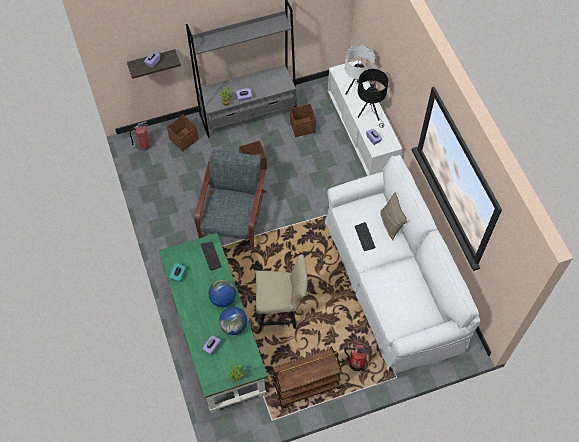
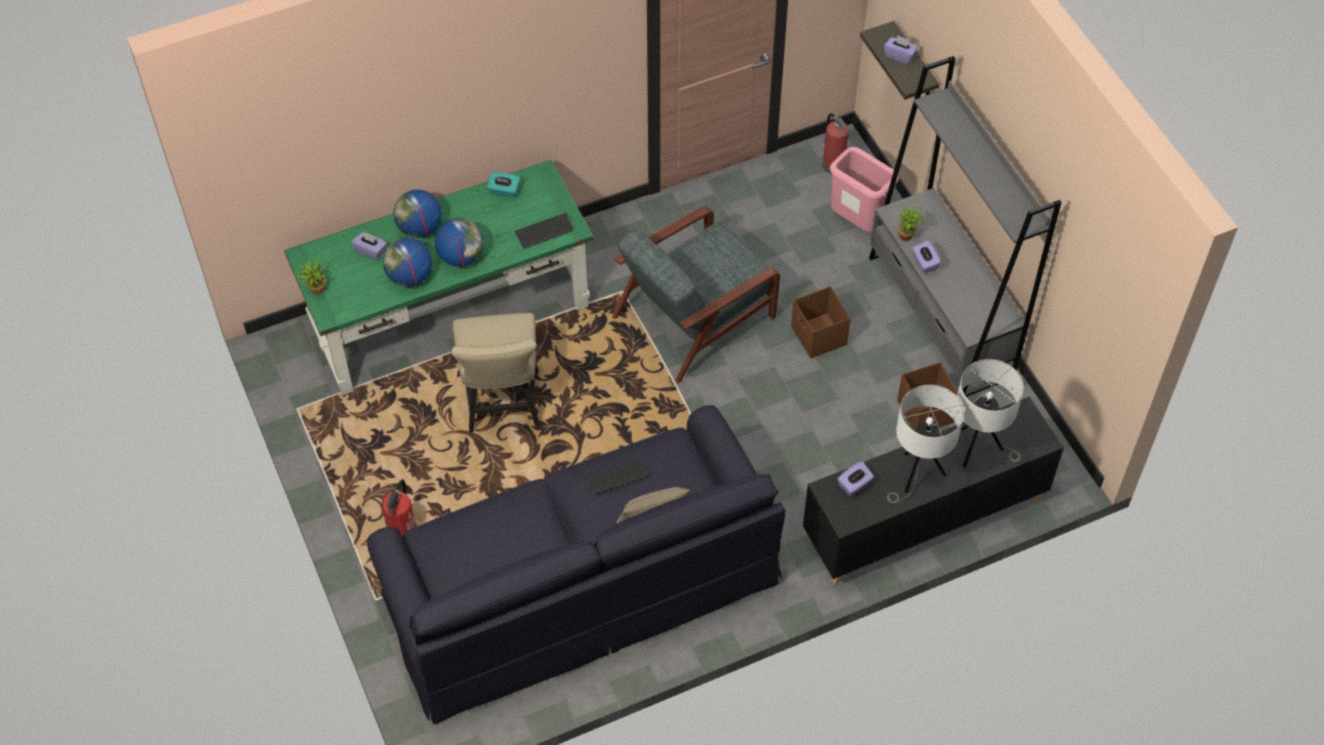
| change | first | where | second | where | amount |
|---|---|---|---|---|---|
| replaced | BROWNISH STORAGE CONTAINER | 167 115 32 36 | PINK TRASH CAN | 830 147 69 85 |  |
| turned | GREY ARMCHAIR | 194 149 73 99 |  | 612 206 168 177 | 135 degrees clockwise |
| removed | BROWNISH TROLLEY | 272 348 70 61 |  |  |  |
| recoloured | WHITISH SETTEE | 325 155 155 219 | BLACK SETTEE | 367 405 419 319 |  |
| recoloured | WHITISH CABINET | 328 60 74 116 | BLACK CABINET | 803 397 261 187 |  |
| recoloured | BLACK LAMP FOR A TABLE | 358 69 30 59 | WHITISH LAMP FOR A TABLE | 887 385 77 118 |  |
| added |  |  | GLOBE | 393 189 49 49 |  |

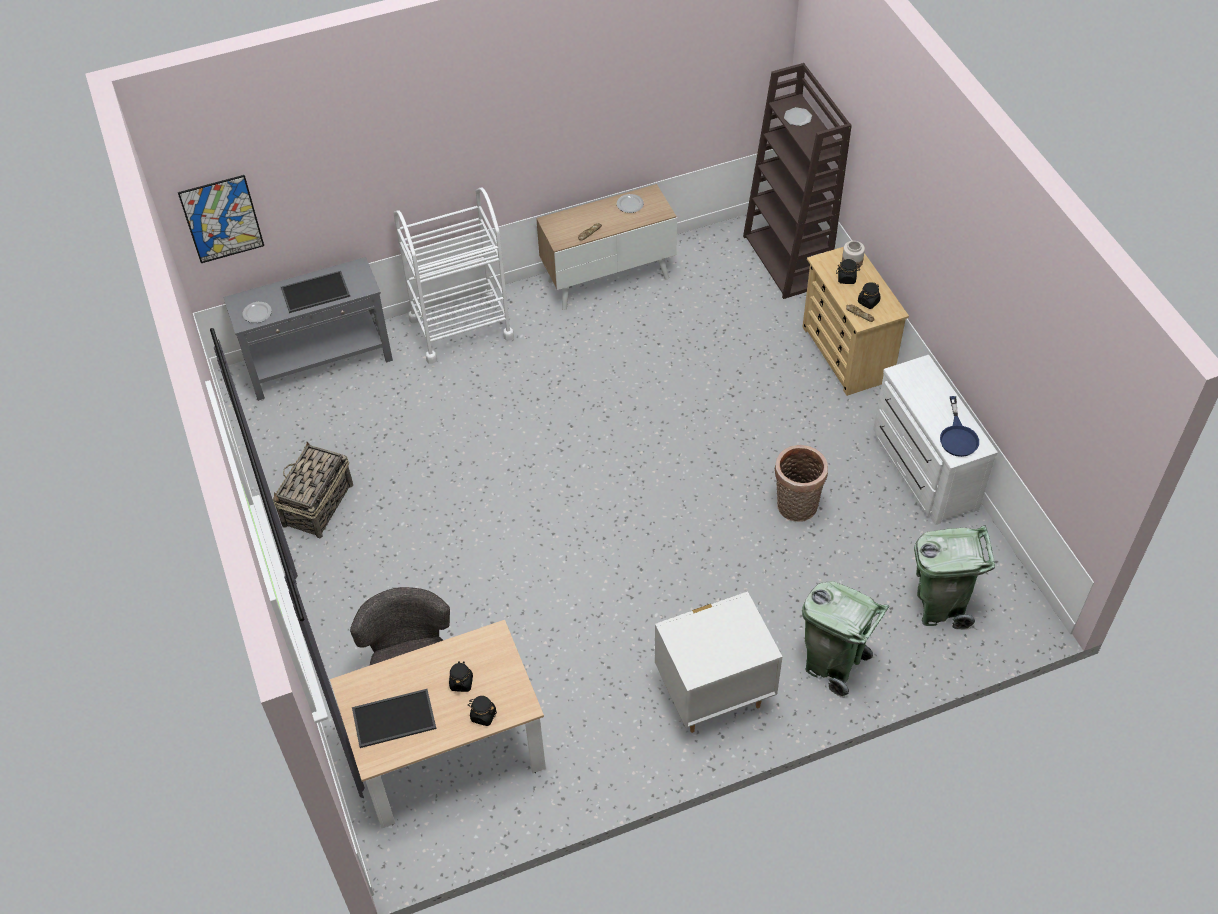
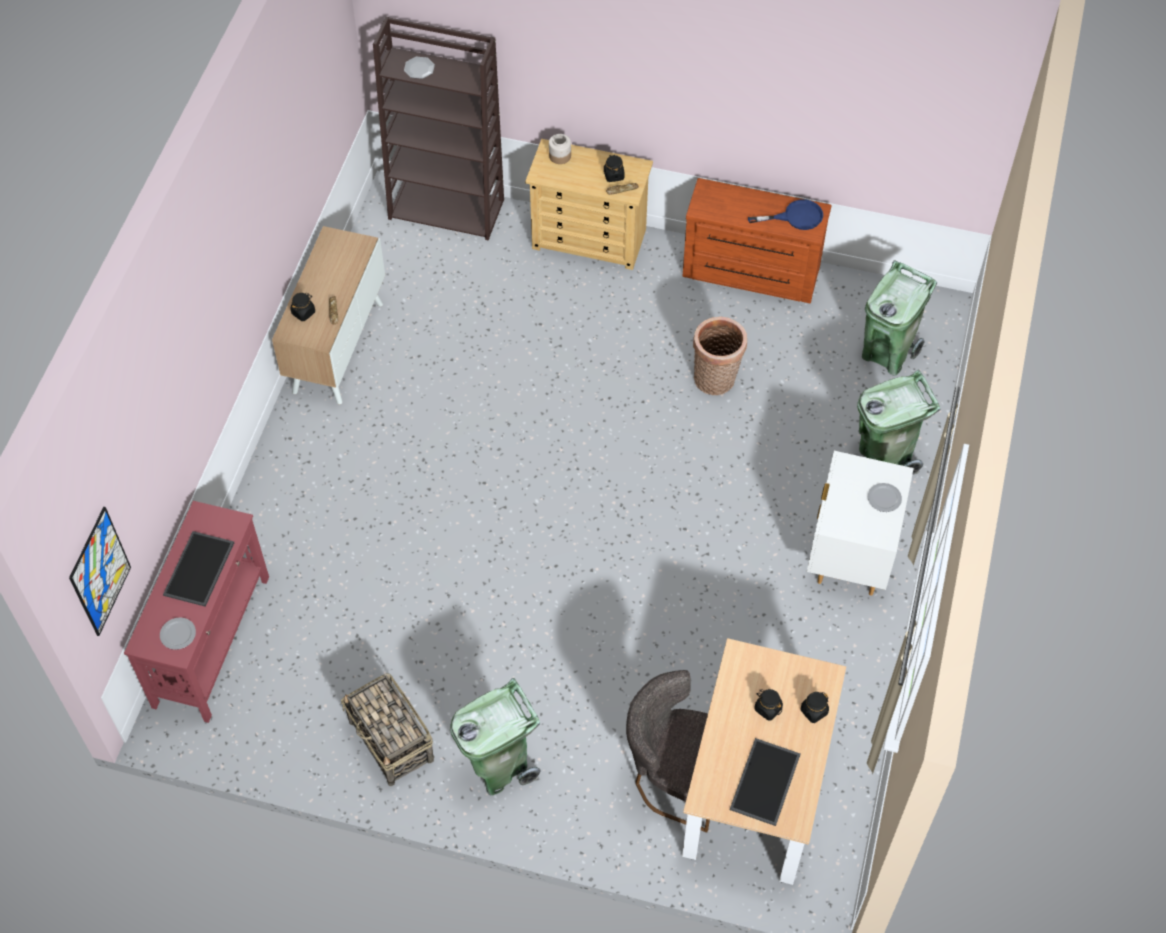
| change | first | where | second | where | amount |
|---|---|---|---|---|---|
| recoloured | GREY HALL TABLE | 223 257 170 144 | RED HALL TABLE | 124 501 145 222 |  |
| removed | WHITISH TROLLEY | 394 188 120 176 |  |  |  |
| moved | FLAT DISH | 617 194 27 19 |  | 868 483 34 29 |  |
| moved | BLACK JAR | 836 259 24 25 |  | 290 293 25 28 |  |
| recoloured | WHITISH CHEST OF DRAWERS | 873 355 125 170 | BROWNISH CHEST OF DRAWERS | 683 178 149 125 |  |
| turned | BLUE SKILLET | 940 396 39 61 |  | 748 199 75 31 | 45 degrees counterclockwise |
| added |  |  | GREENISH TRASH CAN | 450 678 91 118 |  |

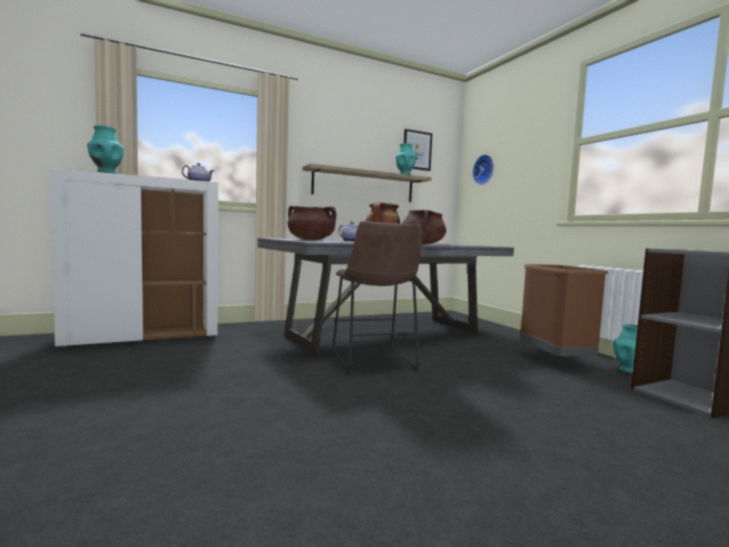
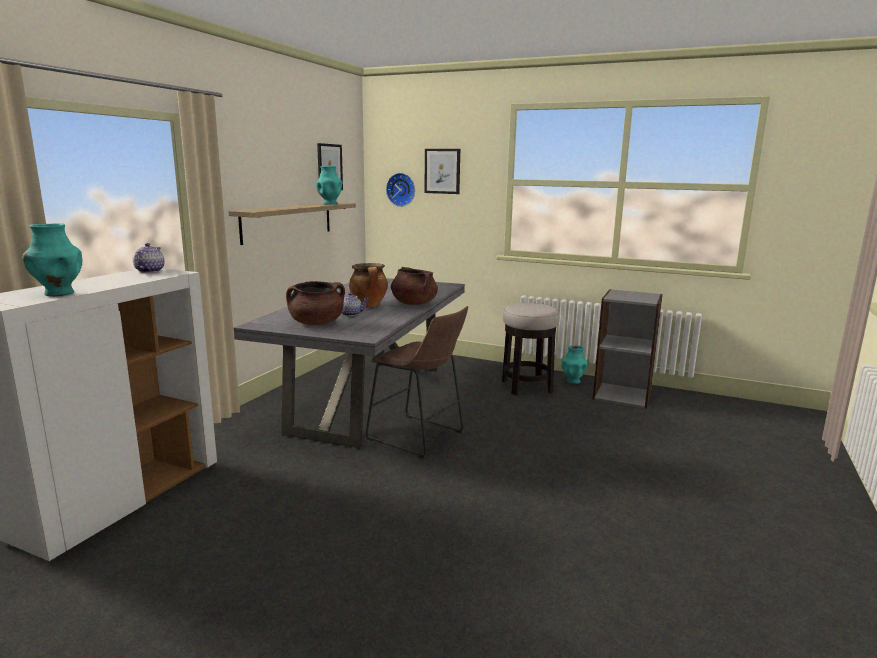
| change | first | where | second | where | amount |
|---|---|---|---|---|---|
| replaced | BROWNISH TRASH CAN | 520 264 88 93 | STOOL SEAT | 502 303 58 92 |  |
| added |  |  | PICTURE | 424 149 36 45 |  |

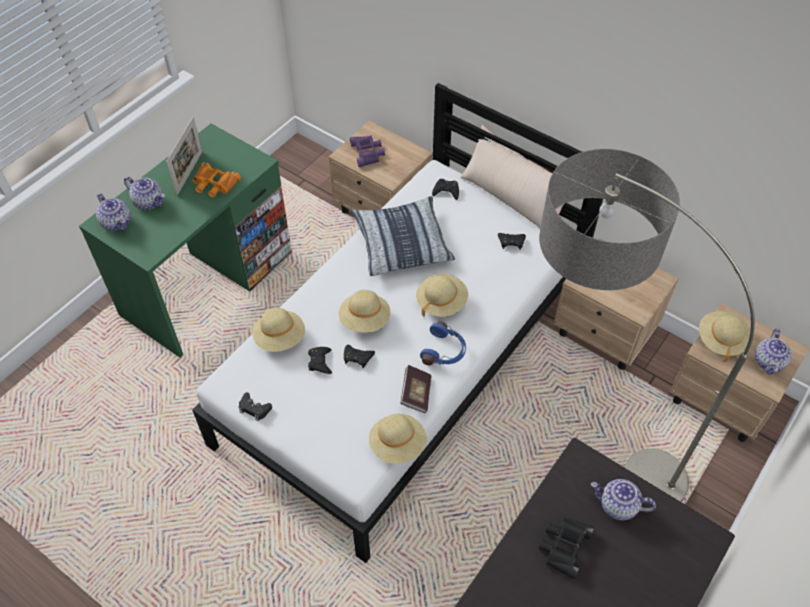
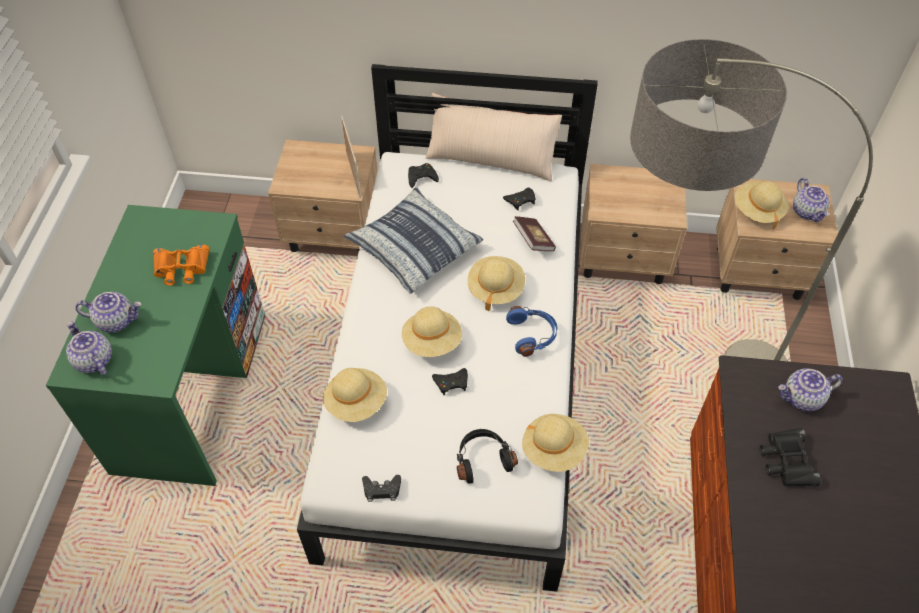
| change | first | where | second | where | amount |
|---|---|---|---|---|---|
| turned | POT FOR TEA | 96 193 35 38 |  | 66 321 46 54 | 150 degrees counterclockwise |
| moved | PHOTO FRAME | 166 117 36 78 |  | 341 116 20 82 |  |
| removed | BLACK JOYPAD | 308 347 24 27 |  |  |  |
| removed | PURPLISH PAIR OF BINOCULARS | 350 135 35 32 |  |  |  |
| moved | BOUND BOOK | 400 365 32 48 |  | 513 216 43 35 |  |
| added |  |  | BLACK HEADPHONES | 457 429 61 55 |  |

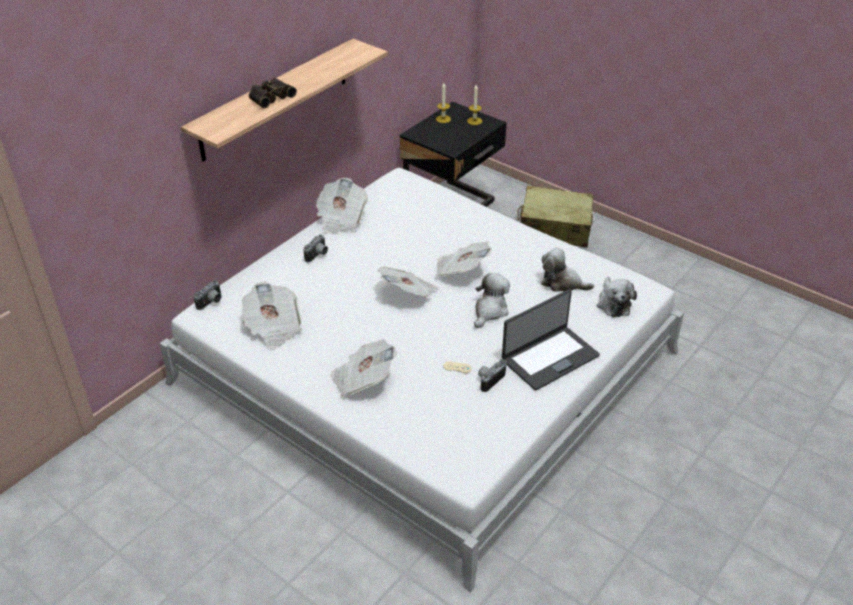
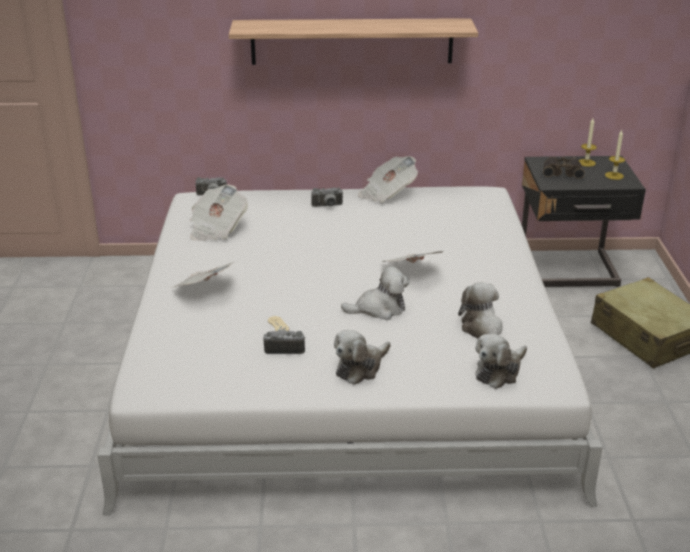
| change | first | where | second | where | amount |
|---|---|---|---|---|---|
| moved | PAIR OF BINOCULARS | 249 78 48 30 |  | 543 156 42 23 |  |
| removed | PRINTED PAPER | 377 266 61 31 |  |  |  |
| replaced | NOTEBOOK COMPUTER | 502 289 98 102 | CUDDLY TOY | 334 330 57 55 |  |

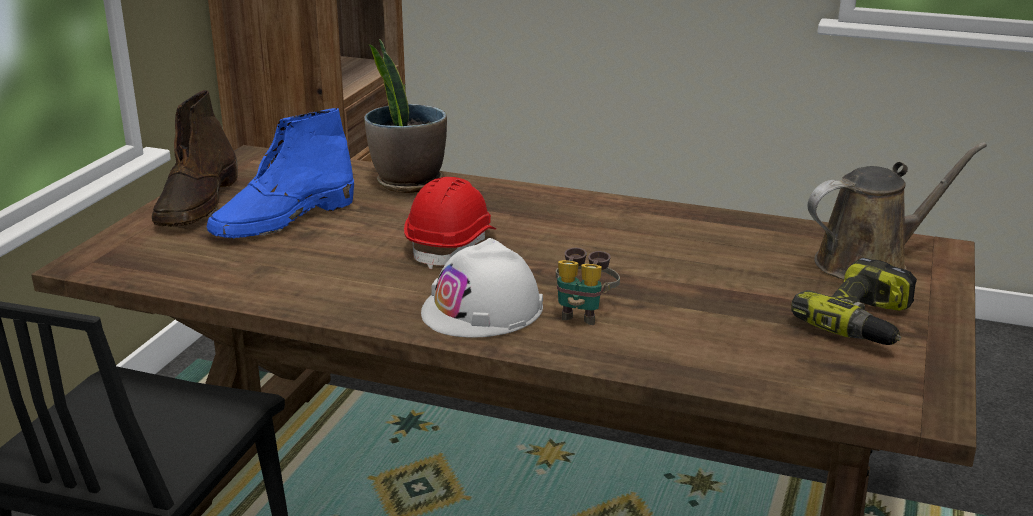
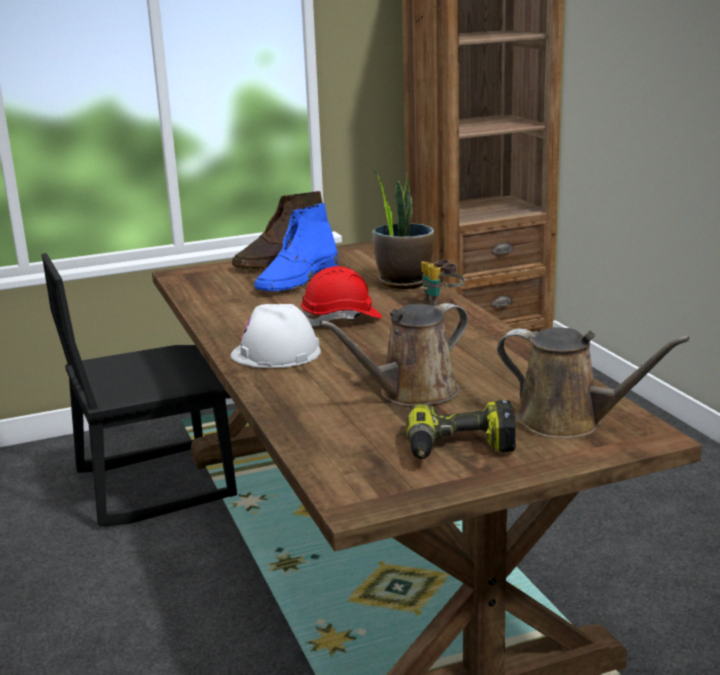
| change | first | where | second | where | amount |
|---|---|---|---|---|---|
| turned | BLUE BOOT | 206 108 148 130 |  | 254 203 84 89 | 60 degrees counterclockwise |
| moved | PAIR OF BINOCULARS | 556 248 64 77 |  | 420 260 45 46 |  |
| added |  |  | BROWNISH WATERING POT | 319 303 149 103 |  |

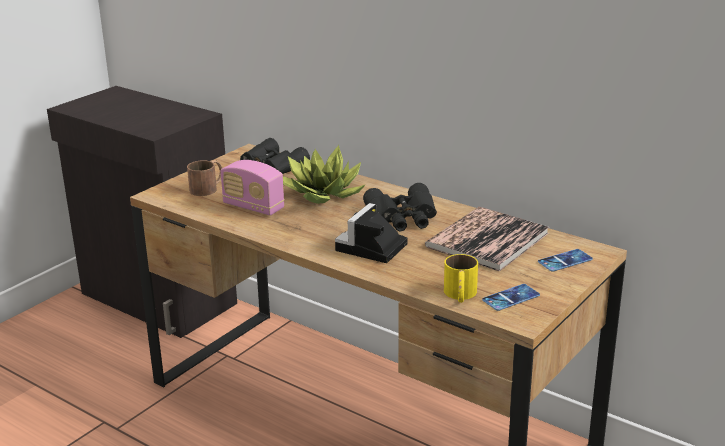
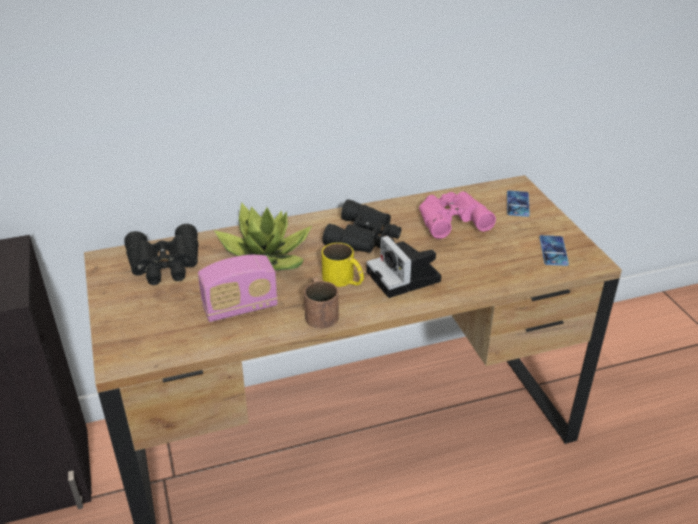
| change | first | where | second | where | amount |
|---|---|---|---|---|---|
| moved | BROWNISH COFFEE MUG | 187 160 35 36 |  | 304 277 35 52 |  |
| replaced | BOUND BOOK | 425 207 124 64 | PINK PAIR OF BINOCULARS | 419 191 77 48 |  |
| moved | YELLOW COFFEE MUG | 444 254 34 49 |  | 322 243 42 44 |  |

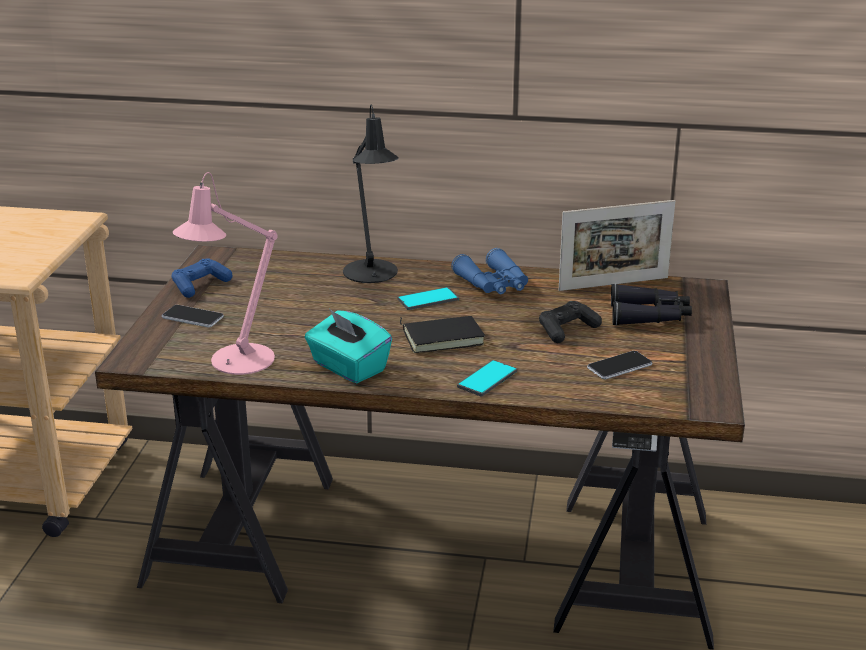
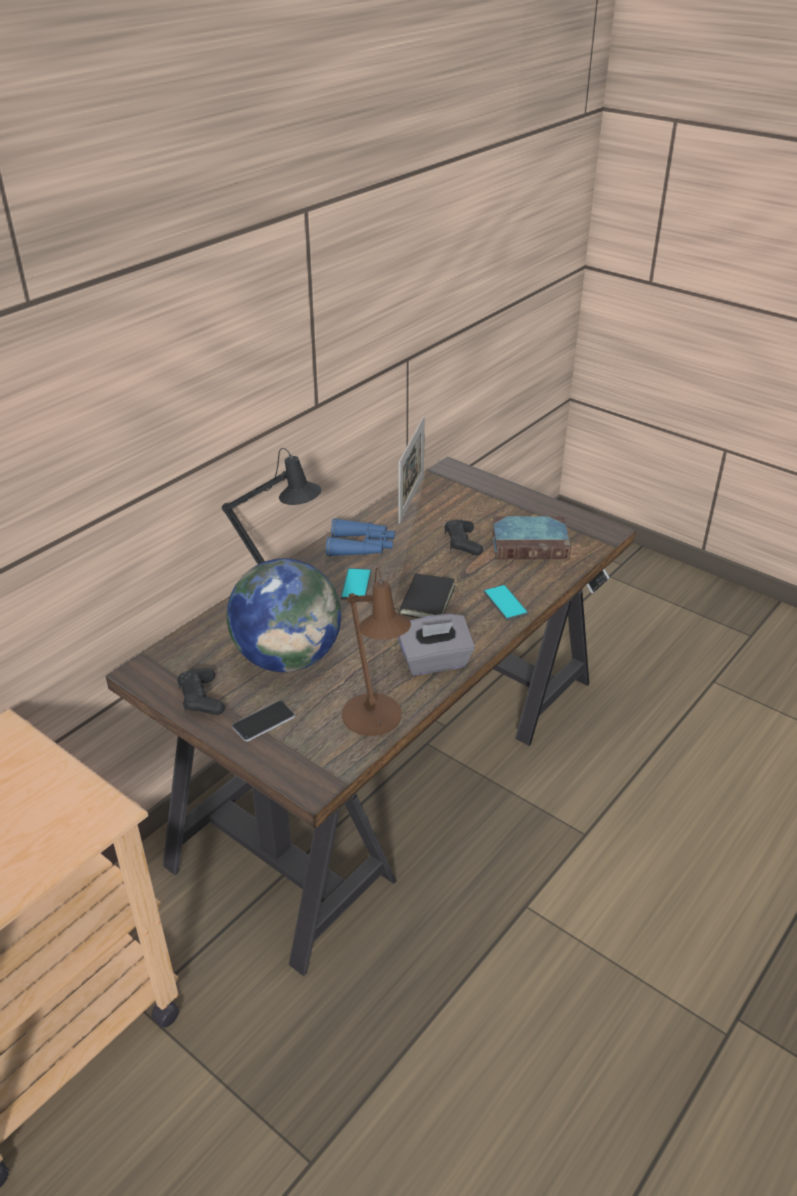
| change | first | where | second | where | amount |
|---|---|---|---|---|---|
| recoloured | BLUE JOYPAD | 172 259 61 39 | BLACK JOYPAD | 177 668 48 47 |  |
| recoloured | PINK LAMP FOR A TABLE | 173 172 105 203 | BROWNISH LAMP FOR A TABLE | 342 568 69 168 |  |
| recoloured | TURQUOISE BOX OF TISSUES | 305 309 87 74 | GREY BOX OF TISSUES | 398 614 77 61 |  |
| replaced | HANDSET | 587 351 65 28 | BOUND BOOK | 492 516 79 43 |  |
| removed | BLACK PAIR OF BINOCULARS | 611 284 81 42 |  |  |  |
| added |  |  | GLOBE | 227 558 114 114 |  |

